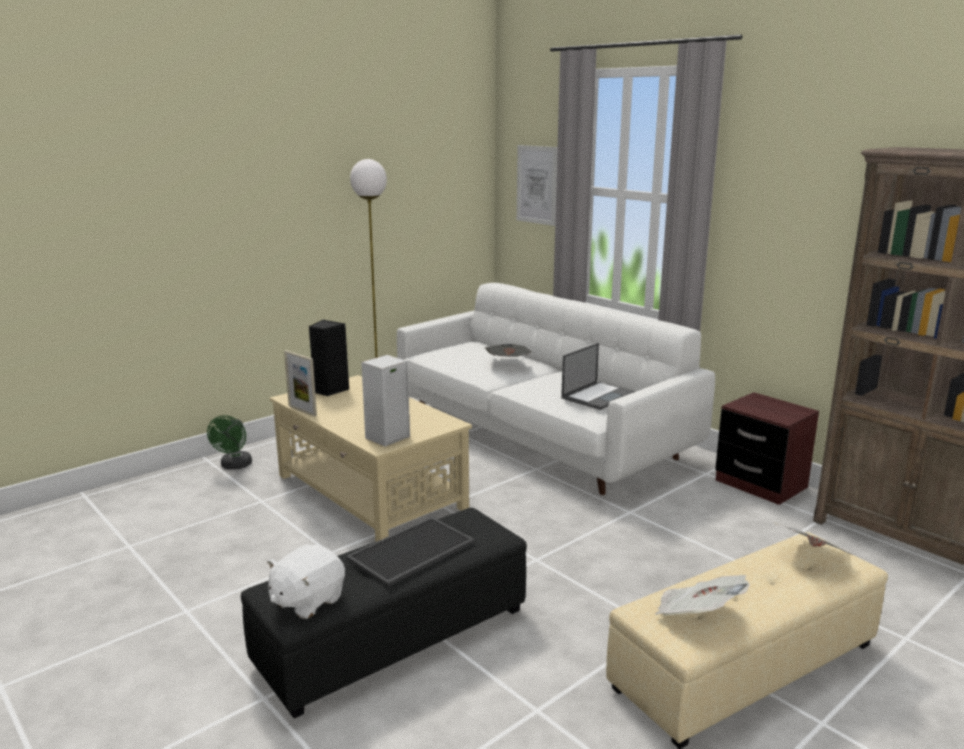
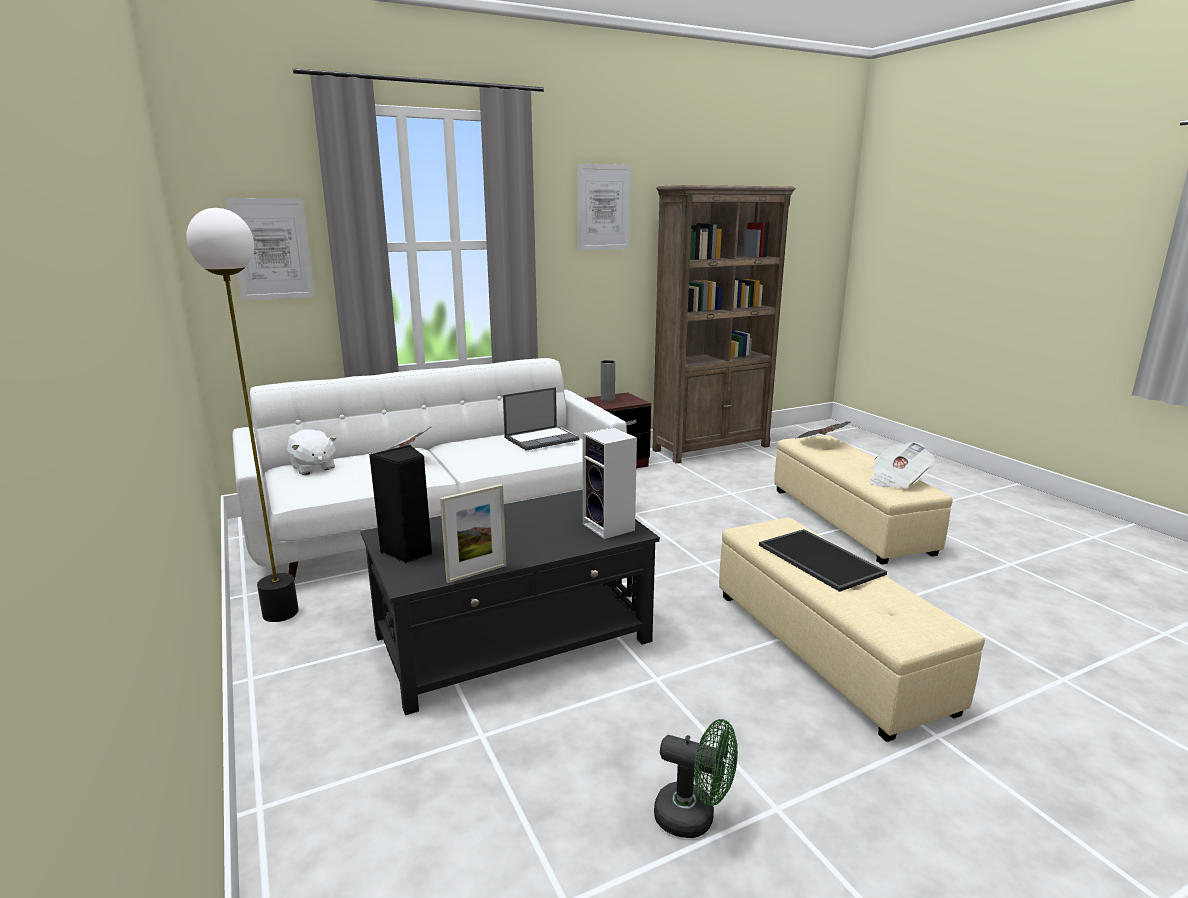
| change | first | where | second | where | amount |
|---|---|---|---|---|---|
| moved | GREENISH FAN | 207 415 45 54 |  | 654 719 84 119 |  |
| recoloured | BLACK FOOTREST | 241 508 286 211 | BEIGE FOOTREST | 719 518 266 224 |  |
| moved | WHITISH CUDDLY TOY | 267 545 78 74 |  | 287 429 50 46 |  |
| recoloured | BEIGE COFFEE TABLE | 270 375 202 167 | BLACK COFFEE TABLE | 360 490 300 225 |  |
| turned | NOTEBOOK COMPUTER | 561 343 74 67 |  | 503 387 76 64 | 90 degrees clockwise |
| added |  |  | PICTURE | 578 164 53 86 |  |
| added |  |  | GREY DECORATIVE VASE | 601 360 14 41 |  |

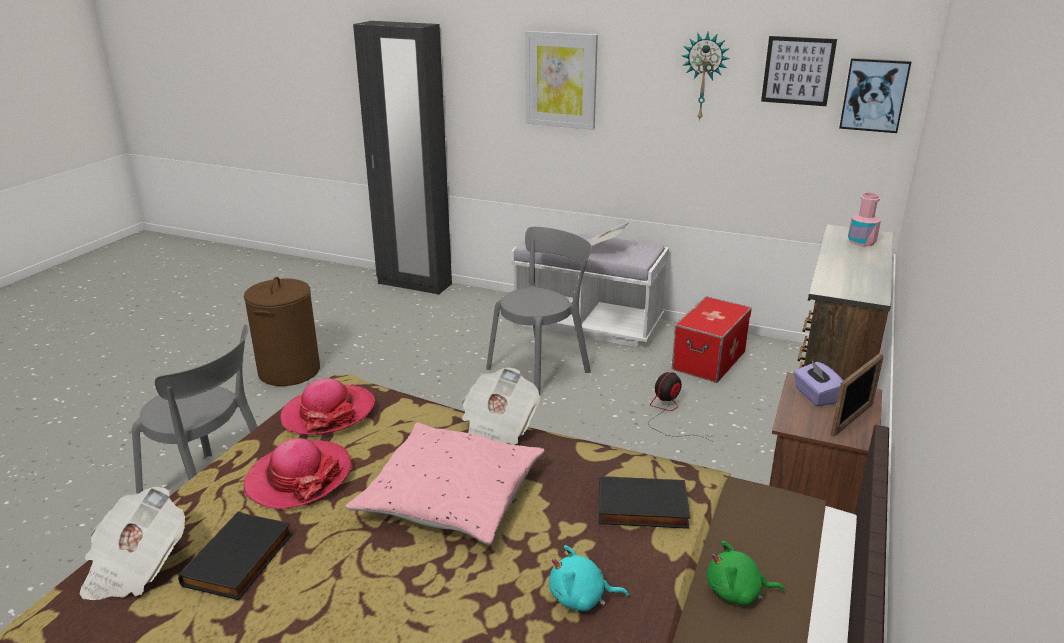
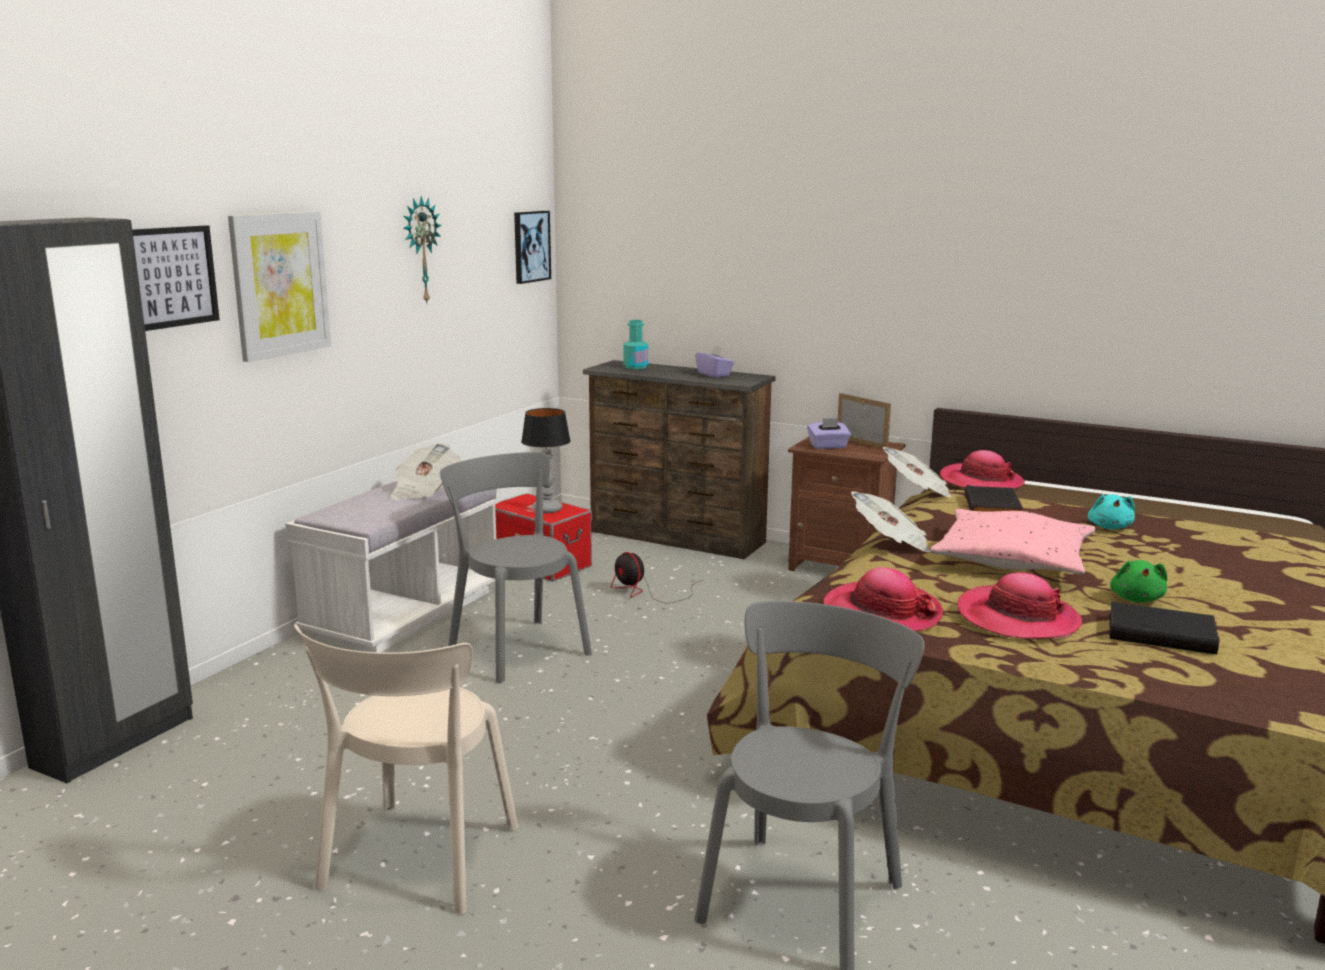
| change | first | where | second | where | amount |
|---|---|---|---|---|---|
| moved | PRINTED PAPER | 79 487 106 113 |  | 883 447 69 51 |  |
| replaced | BROWNISH HAMPER | 244 277 76 109 | BEIGE CHAIR | 294 624 224 291 |  |
| moved | GREENISH CUDDLY TOY | 707 541 78 64 |  | 1110 560 57 43 |  |
| moved | PICTURE | 761 36 76 70 |  | 132 225 88 106 |  |
| recoloured | PINK BEVERAGE BOTTLE | 848 192 33 55 | TURQUOISE BEVERAGE BOTTLE | 624 320 24 49 |  |
| added |  |  | LAMP FOR A TABLE | 521 408 50 105 |  |
| added |  |  | PURPLISH BOX OF TISSUES | 695 345 39 33 |  |
| added |  |  | WEARABLE HAT | 940 450 85 39 |  |

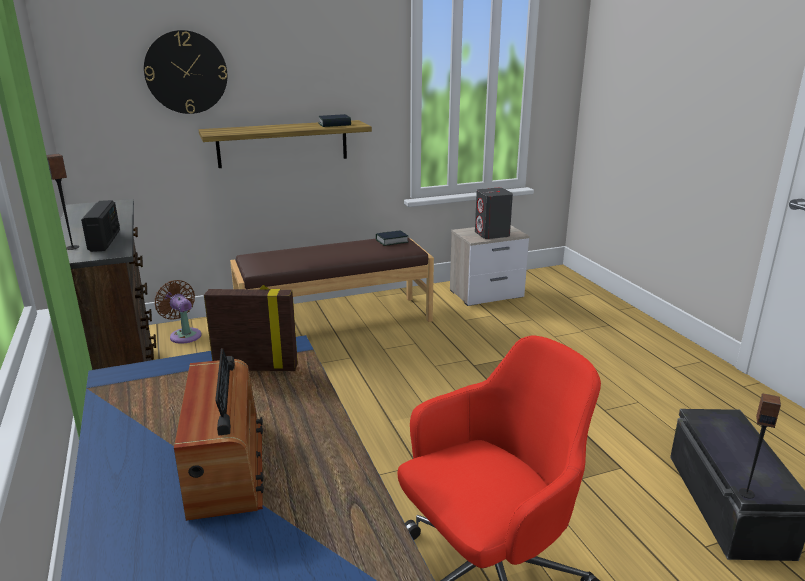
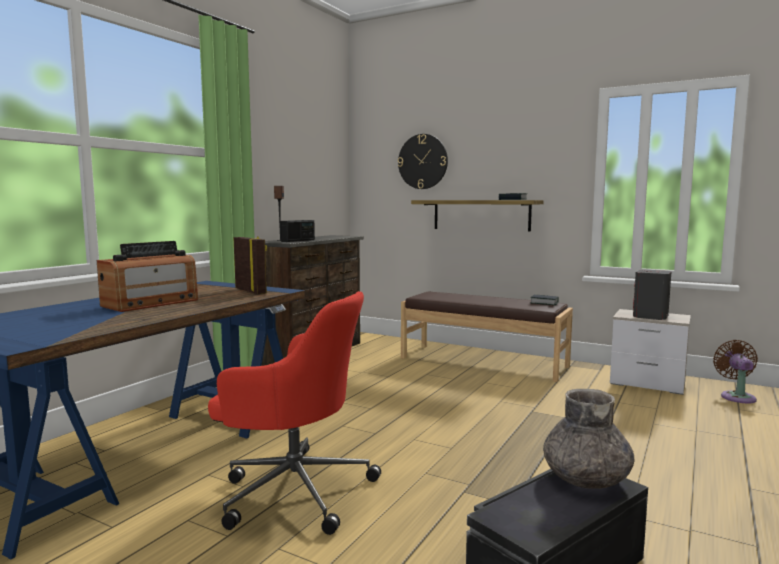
| change | first | where | second | where | amount |
|---|---|---|---|---|---|
| moved | BROWNISH FAN | 155 280 47 64 |  | 713 340 45 63 |  |
| removed | AUDIO SPEAKER | 739 393 42 105 |  |  |  |
| added |  |  | GREY DECORATIVE VASE | 543 389 91 100 |  |

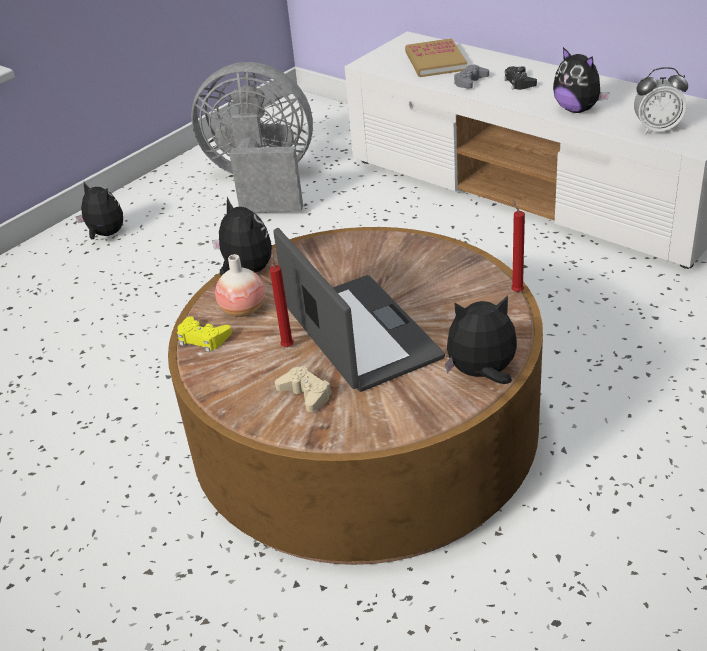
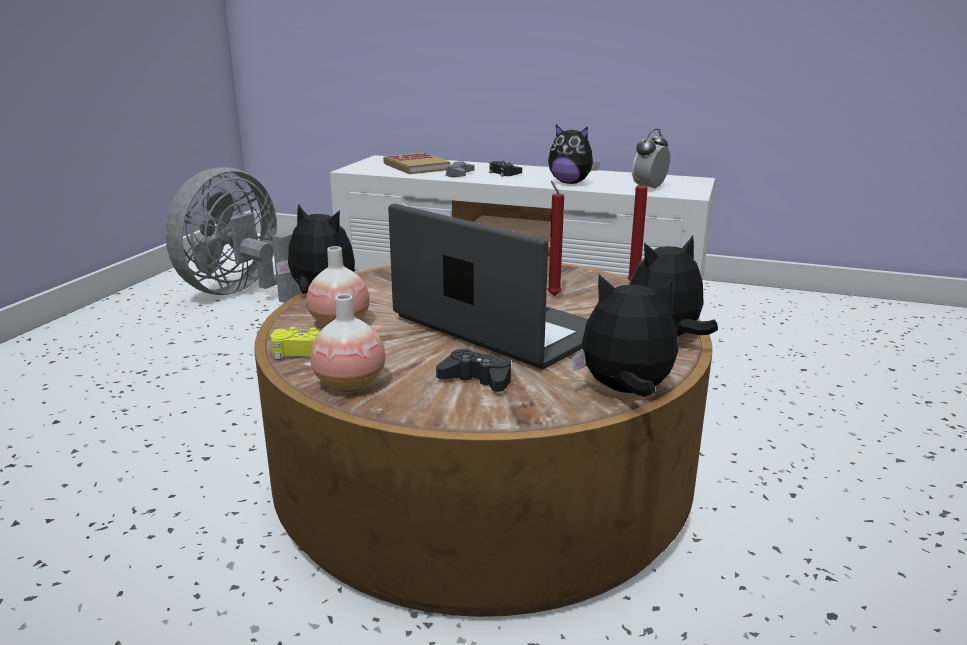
| change | first | where | second | where | amount |
|---|---|---|---|---|---|
| moved | CUDDLY TOY | 76 182 47 58 |  | 571 274 107 123 |  |
| turned | GREY FAN | 191 62 122 151 |  | 165 167 137 136 | 45 degrees counterclockwise |
| moved | RED WAX CANDLE | 270 253 24 94 |  | 547 181 17 115 |  |
| recoloured | BEIGE JOYPAD | 275 366 57 46 | BLACK JOYPAD | 436 349 75 43 |  |
| turned | ALARM CLOCK | 634 67 54 67 |  | 632 129 38 61 | 150 degrees clockwise |
| added |  |  | DECORATIVE VASE | 310 294 75 98 |  |

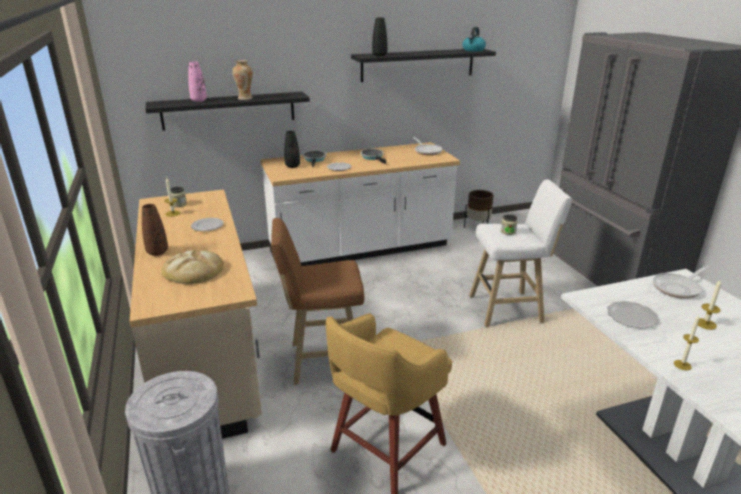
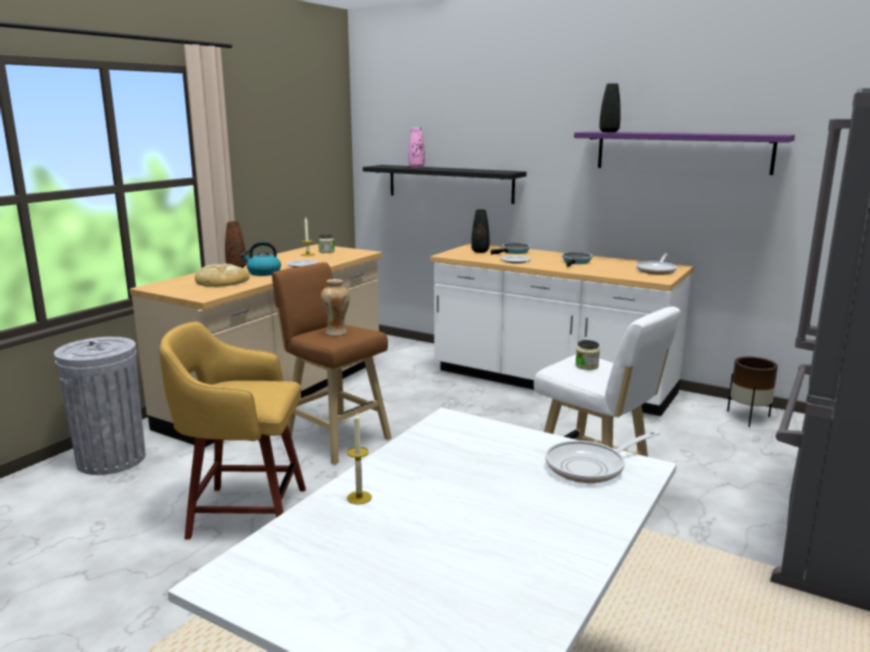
| change | first | where | second | where | amount |
|---|---|---|---|---|---|
| moved | DECORATIVE VASE | 232 60 21 40 |  | 321 279 29 57 |  |
| recoloured | BLACK BRACKET SHELF | 351 49 145 33 | PURPLISH BRACKET SHELF | 574 131 221 44 |  |
| moved | WATER KETTLE | 462 27 24 24 |  | 241 241 40 35 |  |
| removed | FLAT DISH | 607 301 52 28 |  |  |  |
| turned | SKILLET | 653 265 56 34 |  | 545 431 115 52 | 45 degrees counterclockwise |
| removed | WAX CANDLE | 698 279 23 51 |  |  |  |

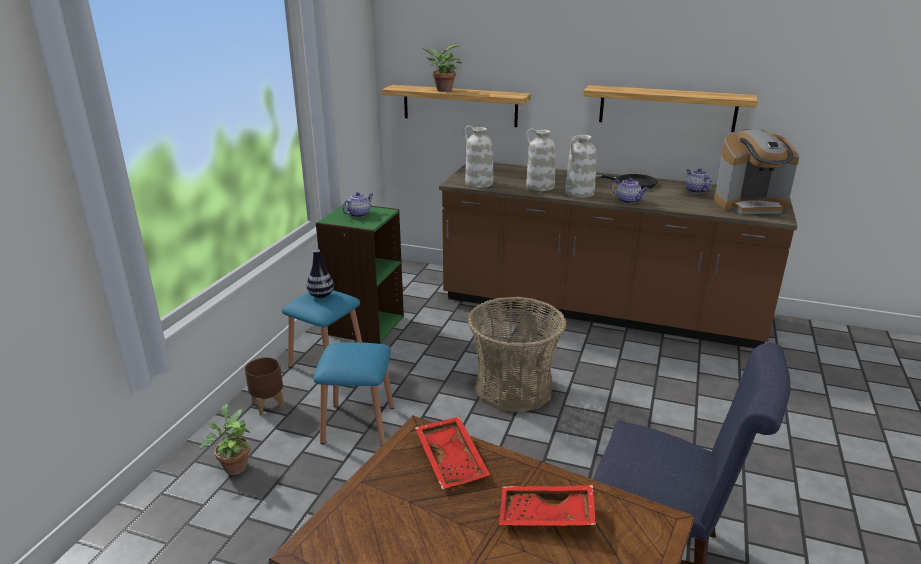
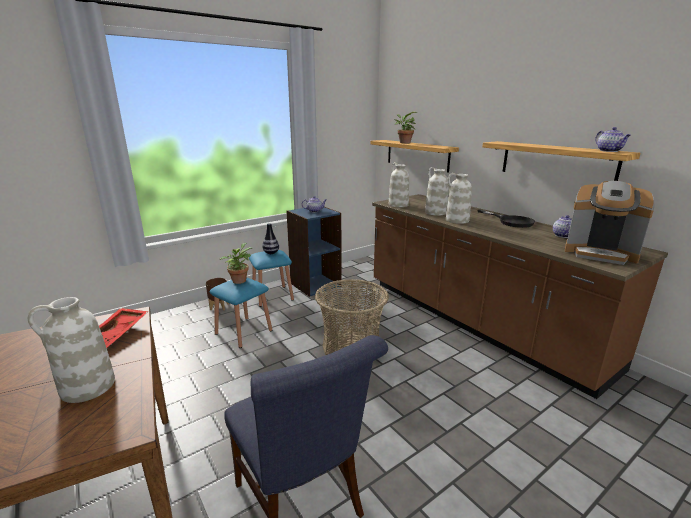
| change | first | where | second | where | amount |
|---|---|---|---|---|---|
| moved | HOUSEPLANT | 200 404 51 71 |  | 219 243 33 41 |  |
| recoloured | GREENISH BOOKSHELF | 316 203 88 141 | BLUE BOOKSHELF | 286 207 56 90 |  |
| replaced | RED TRAY | 499 485 97 41 | WHITISH DECORATIVE VASE | 28 297 87 106 |  |
| moved | POT FOR TEA | 611 178 38 26 |  | 595 127 36 25 |  |

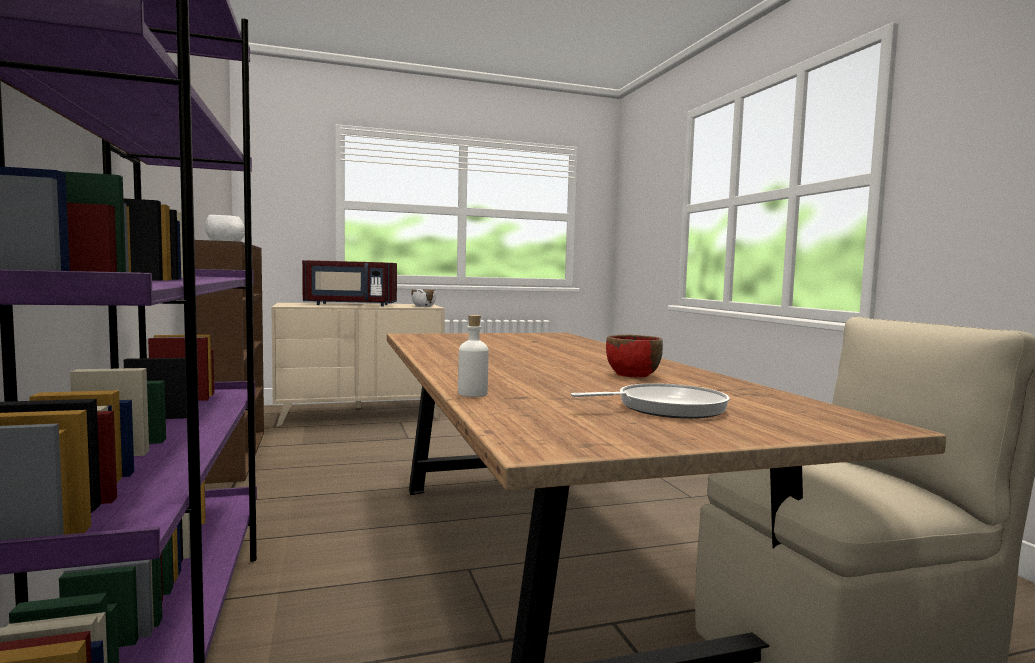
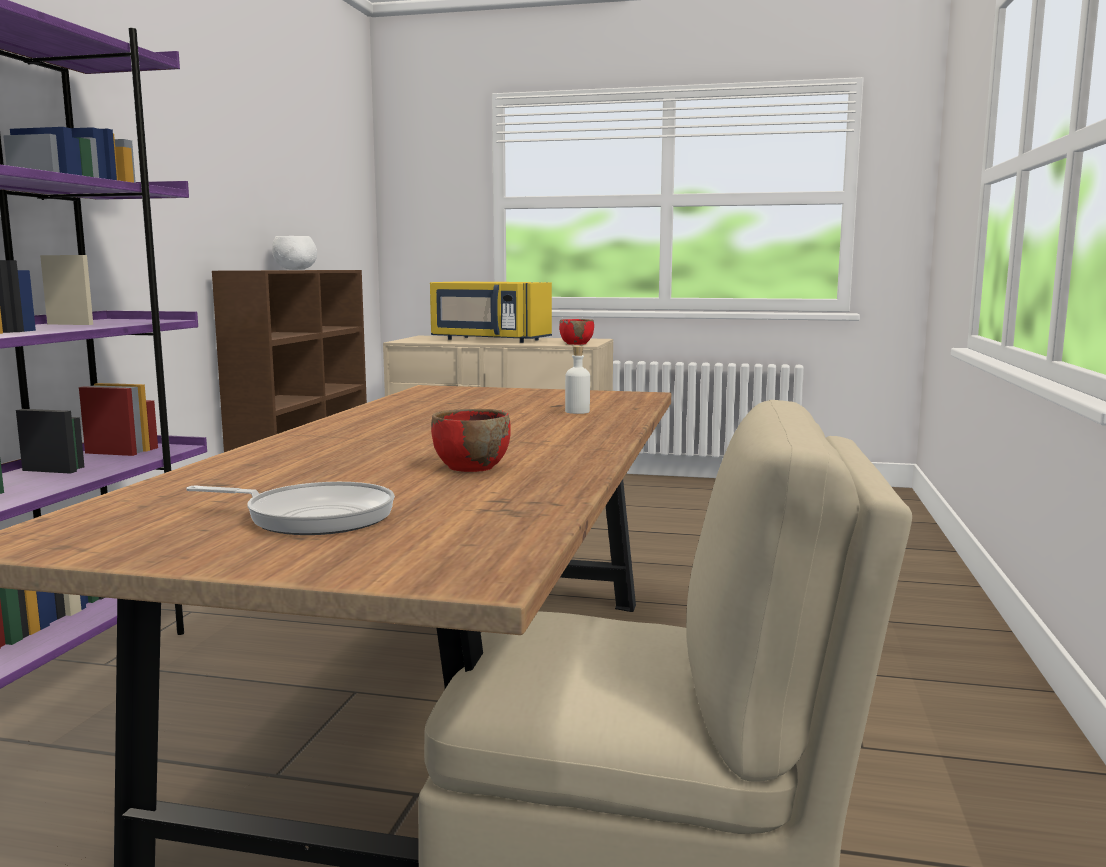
| change | first | where | second | where | amount |
|---|---|---|---|---|---|
| recoloured | RED MICROWAVE | 302 260 95 46 | YELLOW MICROWAVE | 430 281 122 62 |  |
| recoloured | WHITISH BOWL | 411 289 26 18 | RED BOWL | 559 319 35 26 |  |
| moved | WHITISH BEVERAGE BOTTLE | 458 315 31 82 |  | 565 346 25 68 |  |

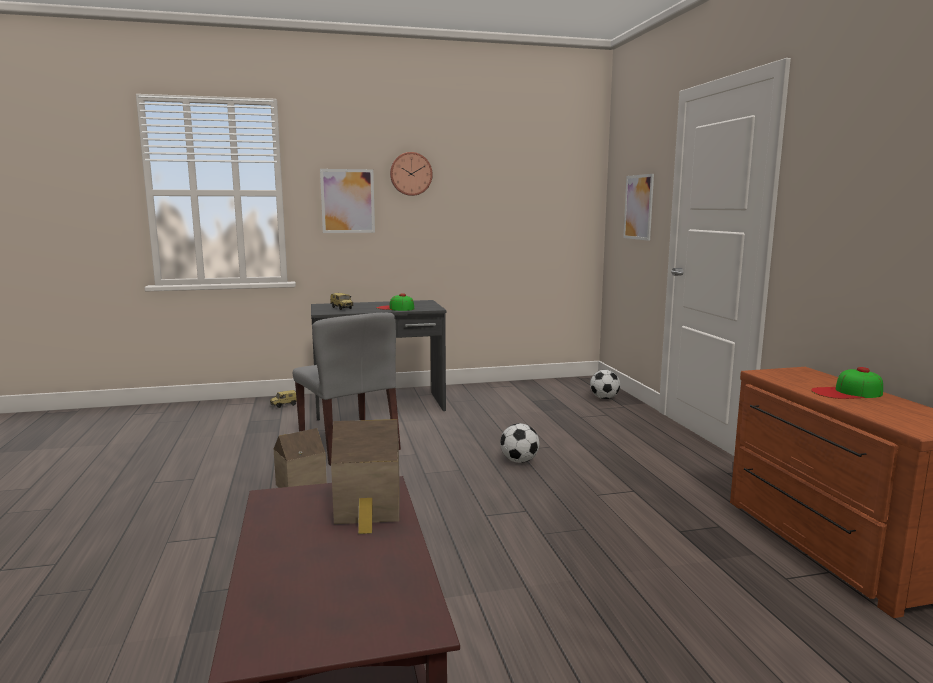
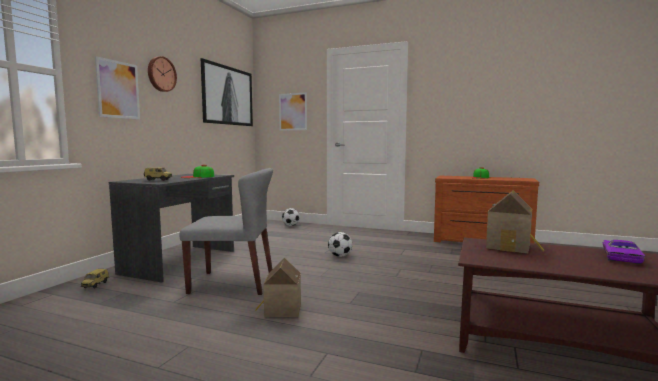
| change | first | where | second | where | amount |
|---|---|---|---|---|---|
| added |  |  | PICTURE | 201 58 52 68 |  |
| added |  |  | PURPLISH MODEL CAR | 603 240 42 24 |  |

